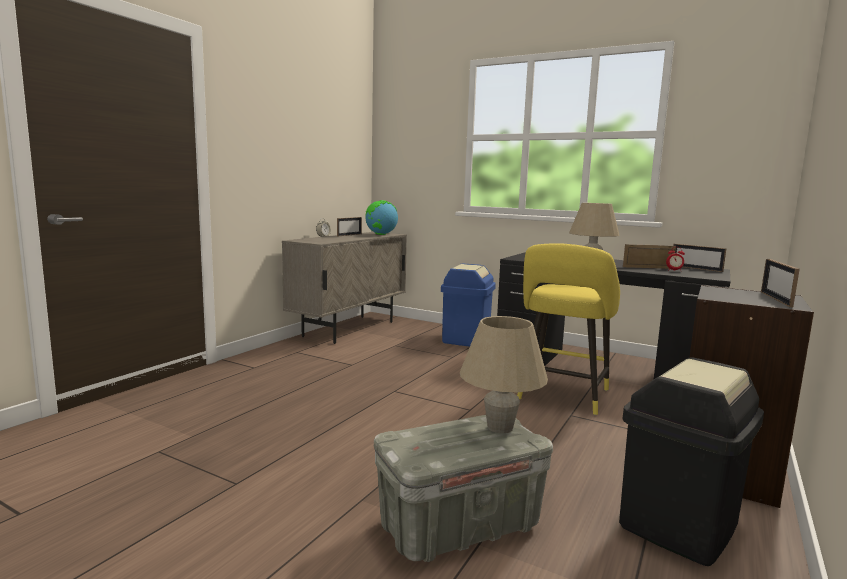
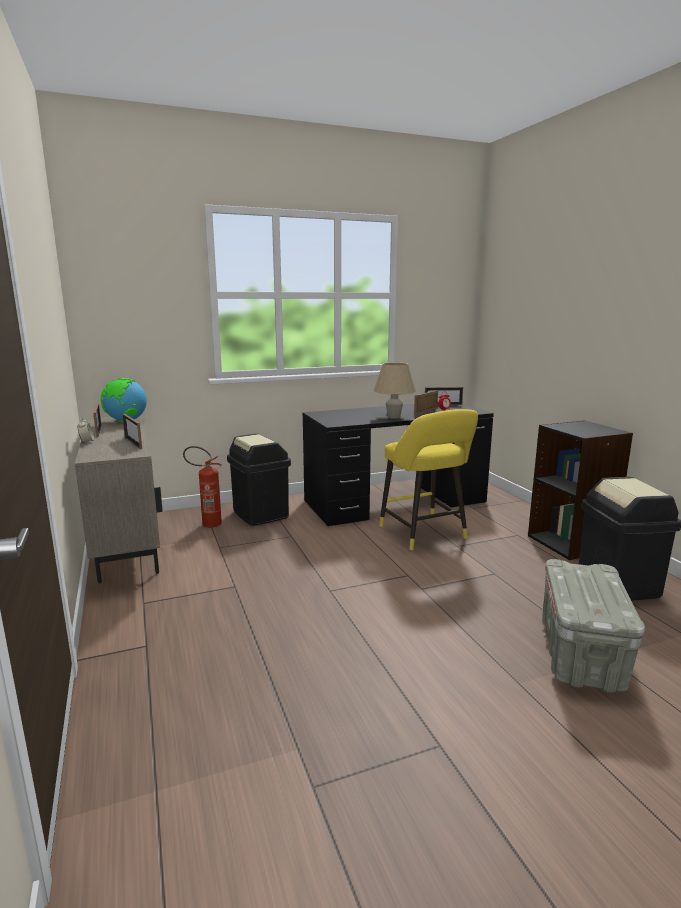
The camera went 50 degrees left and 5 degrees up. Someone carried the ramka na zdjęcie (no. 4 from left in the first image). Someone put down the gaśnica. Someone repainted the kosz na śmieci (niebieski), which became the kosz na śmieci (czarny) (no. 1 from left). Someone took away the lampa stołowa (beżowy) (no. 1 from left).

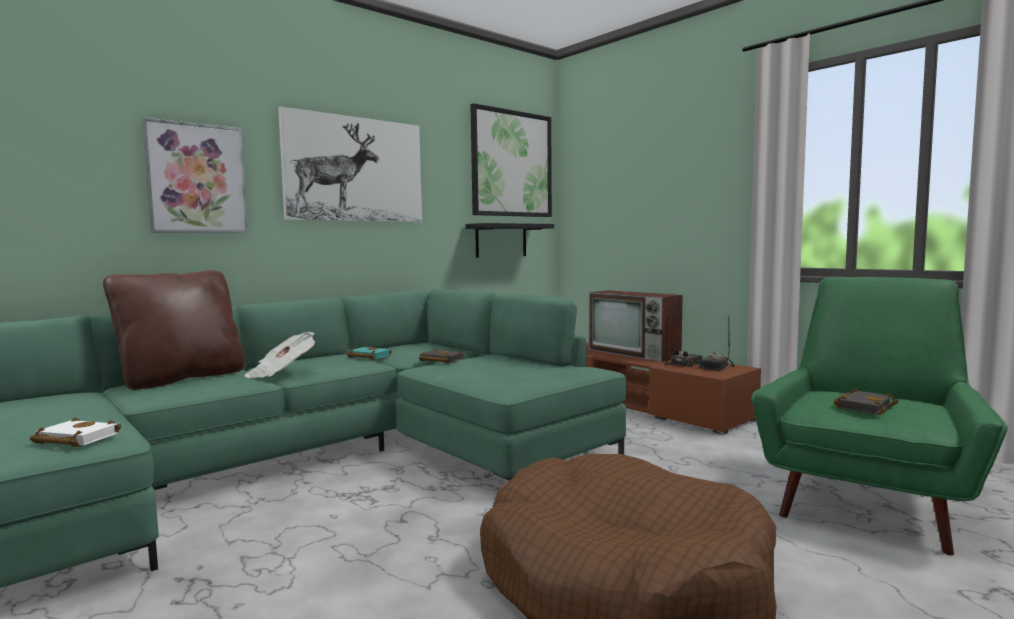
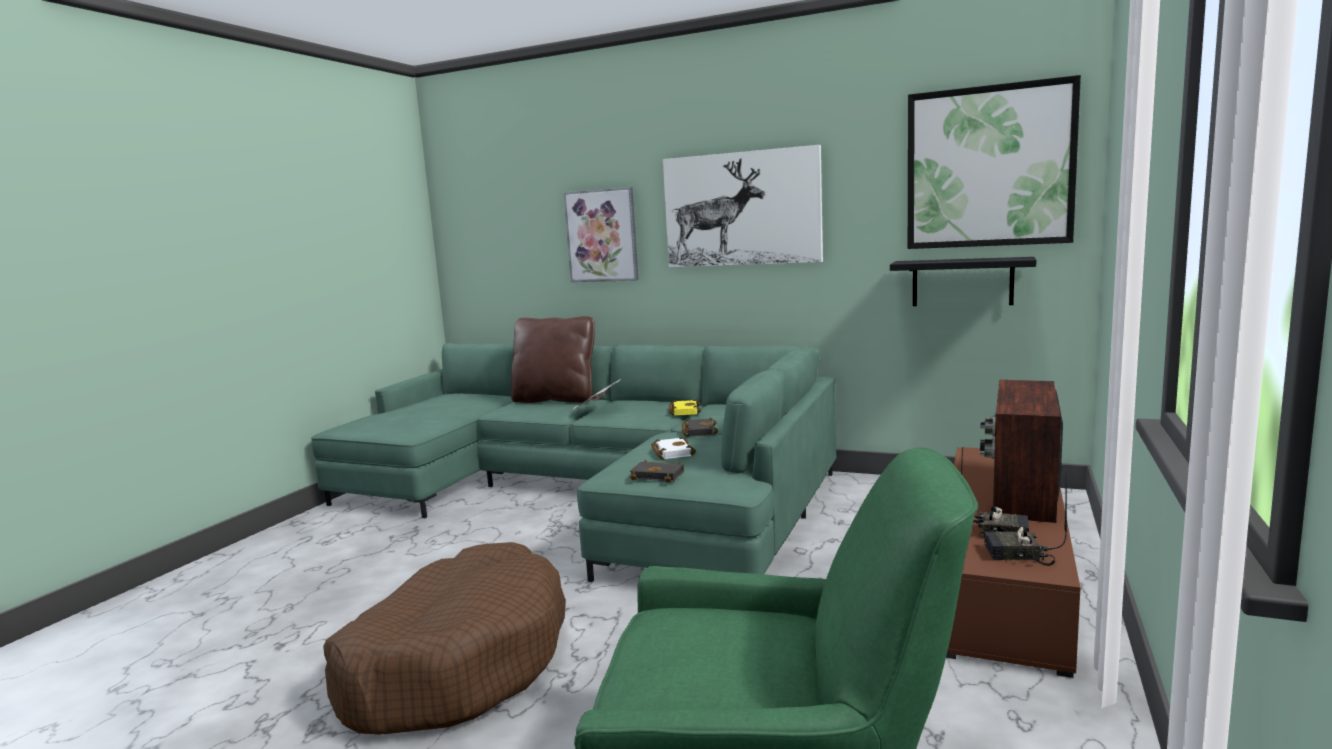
The camera went 65 degrees right and 5 degrees up. Someone carried the książka (czarny) (no. 2 from left in the first image). Someone carried the książka (biały). Someone repainted the książka (turkusowy), which became the książka (żółty).

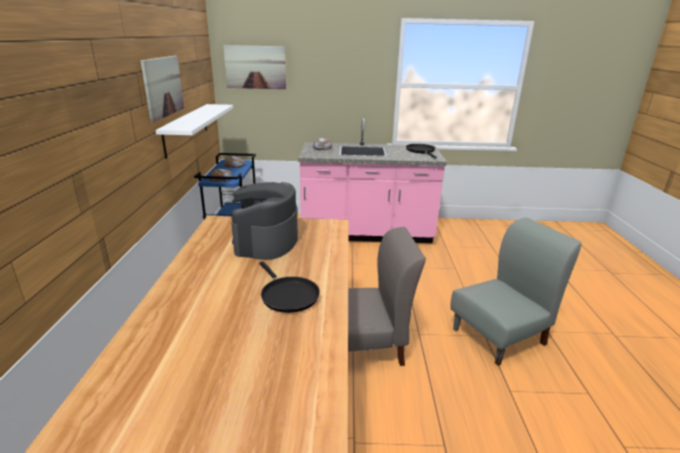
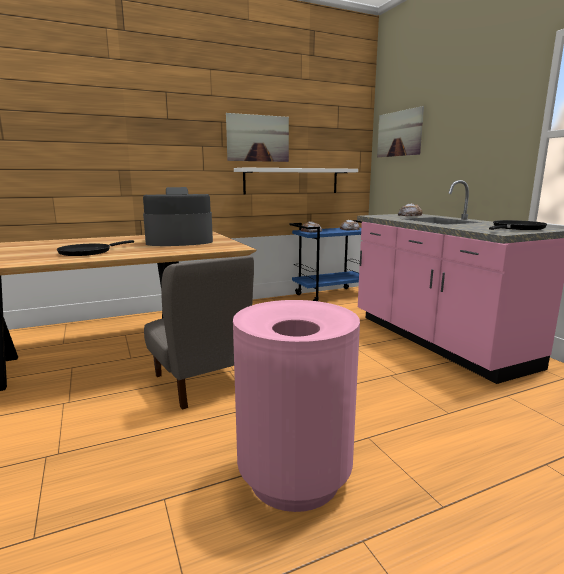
The camera went 65 degrees right and 10 degrees down. Someone swapped the krzesło (szary) (no. 2 from left) for the kosz na śmieci (różowy).

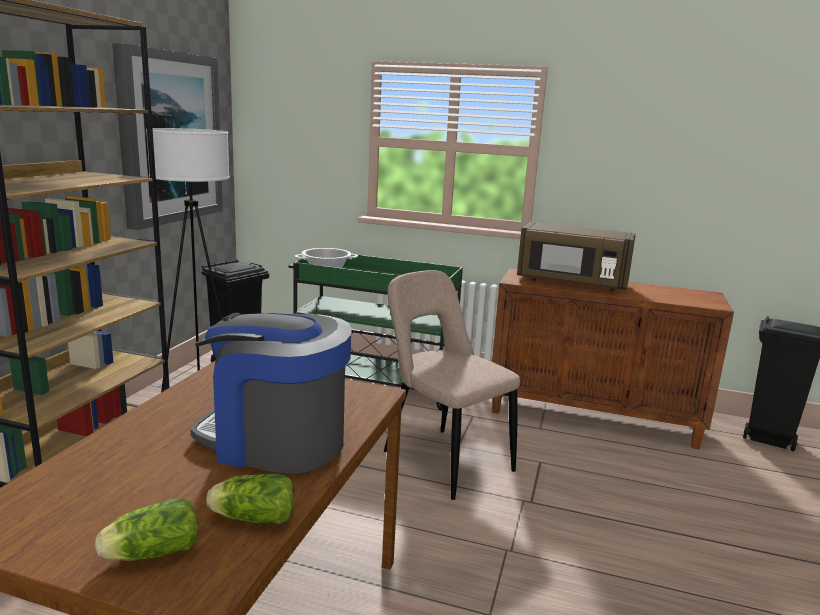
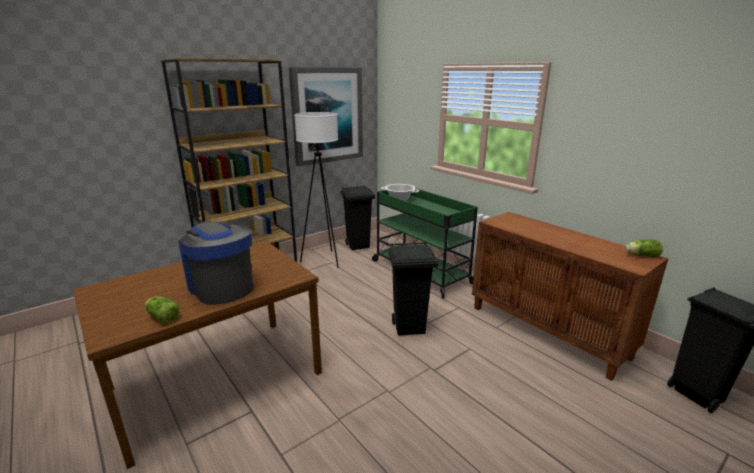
The camera went 35 degrees right and 5 degrees up. Someone swapped the krzesło (beżowy) for the kosz na śmieci (czarny) (no. 2 from left). Someone carried the sałata (no. 1 from left in the first image). Someone took away the mikrofalówka (brązowy).

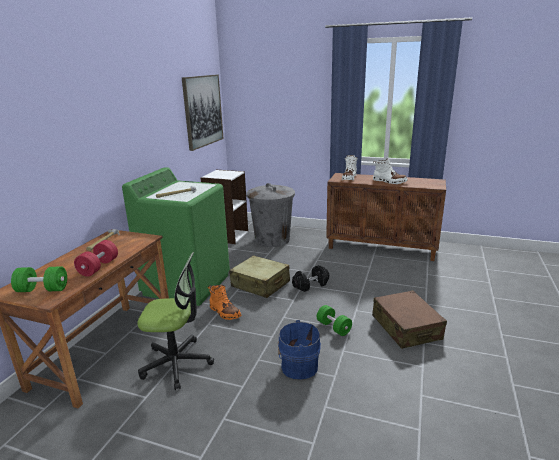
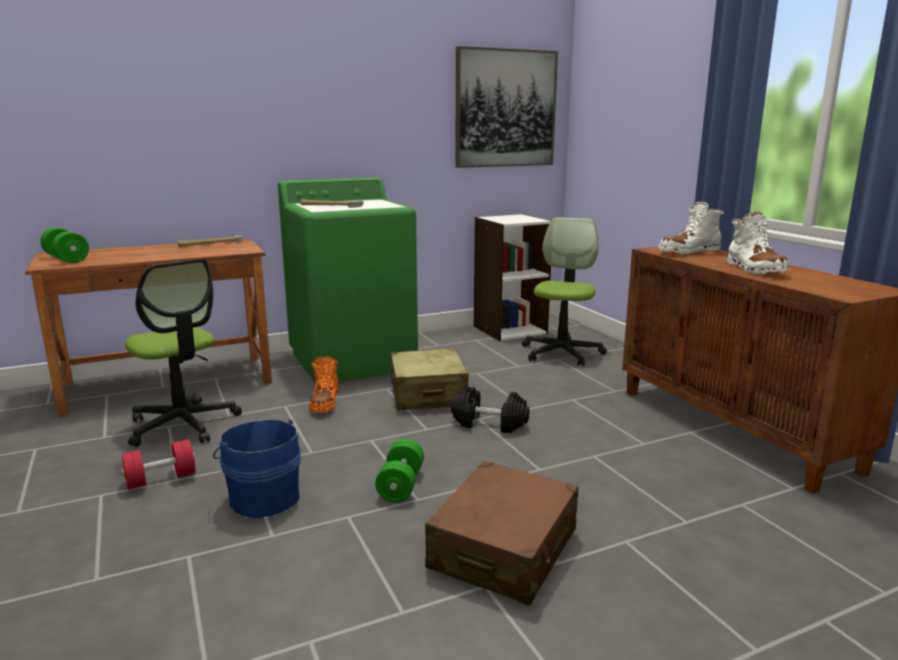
The camera went 45 degrees right and 5 degrees down. Someone carried the hantel (czerwony). Someone swapped the kosz na śmieci (szary) for the krzesło biurowe (no. 2 from left).

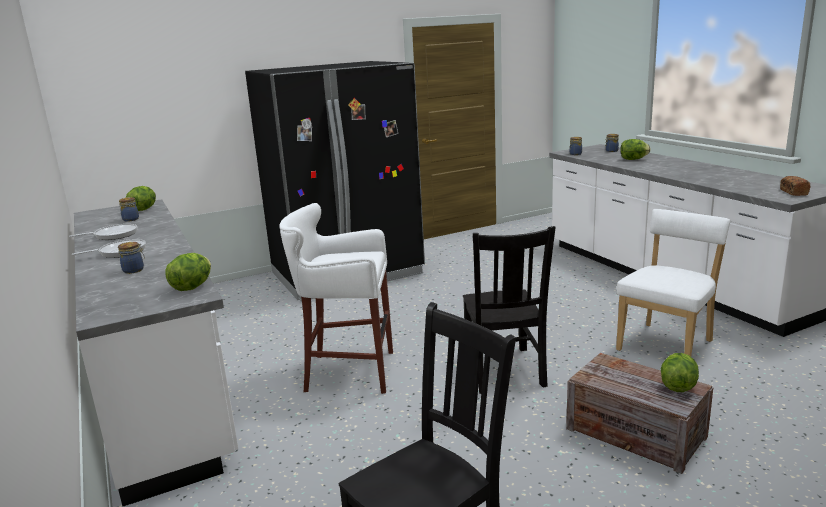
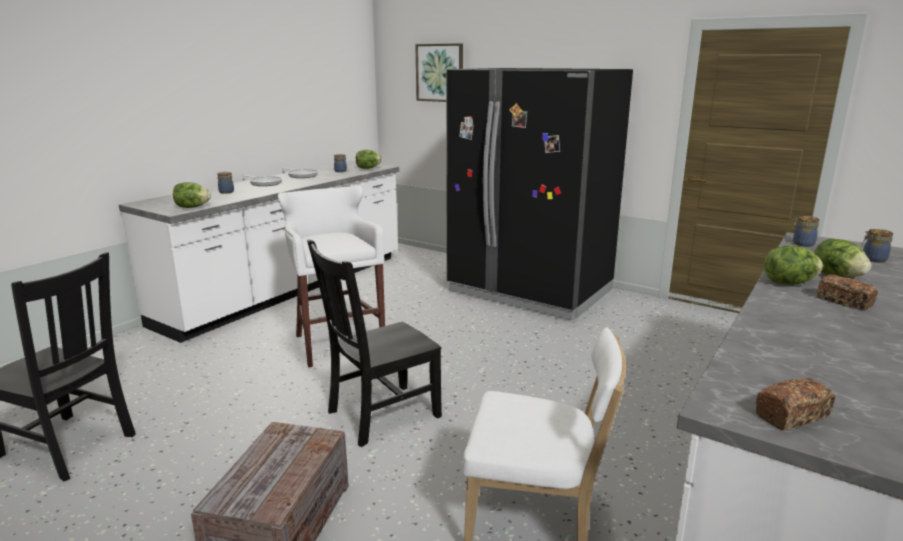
The camera went 60 degrees right and 0 degrees up. Someone put up the obraz. Someone carried the sałata (no. 4 from left in the first image). Someone put down the chleb (no. 2 from left).

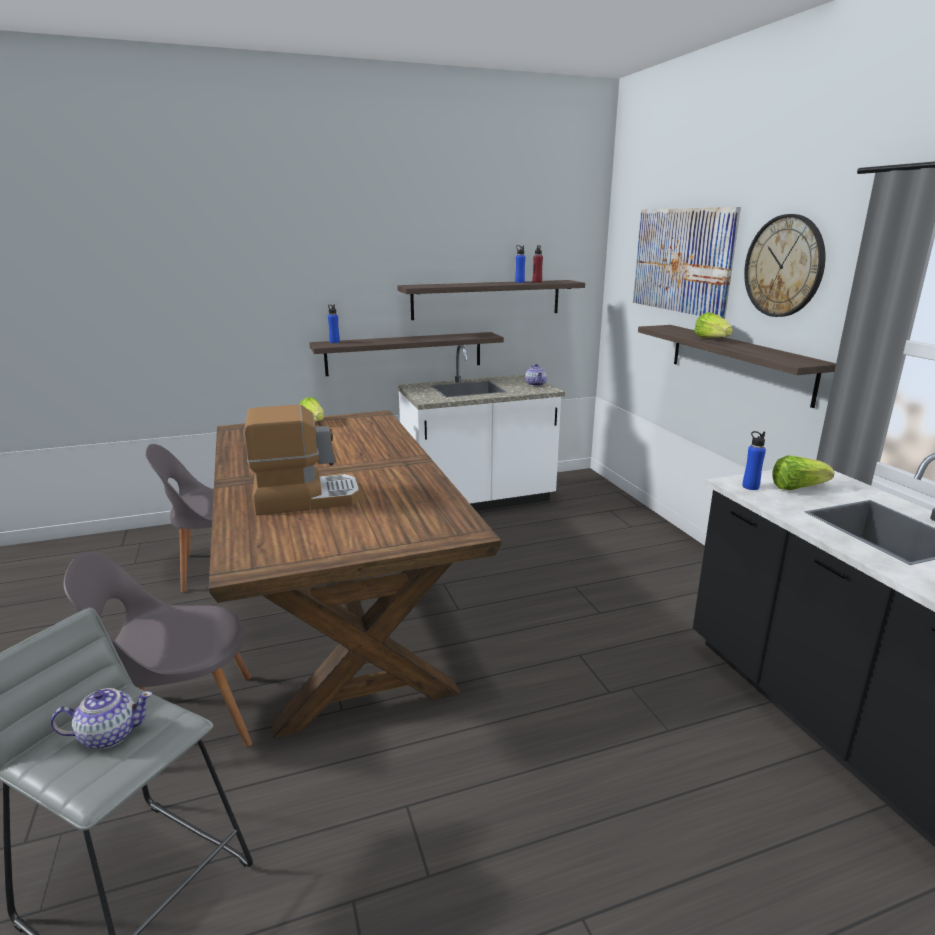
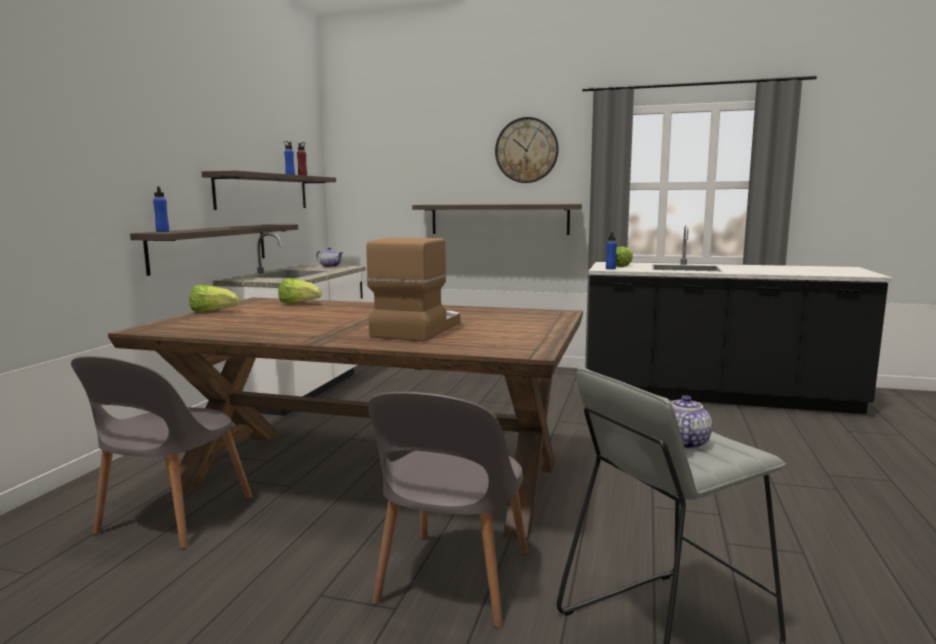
The camera went 55 degrees left and 10 degrees down. Someone carried the sałata (no. 2 from left). Someone took away the obraz.

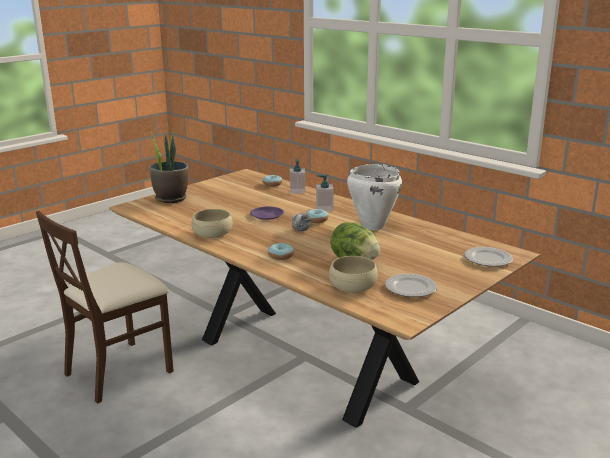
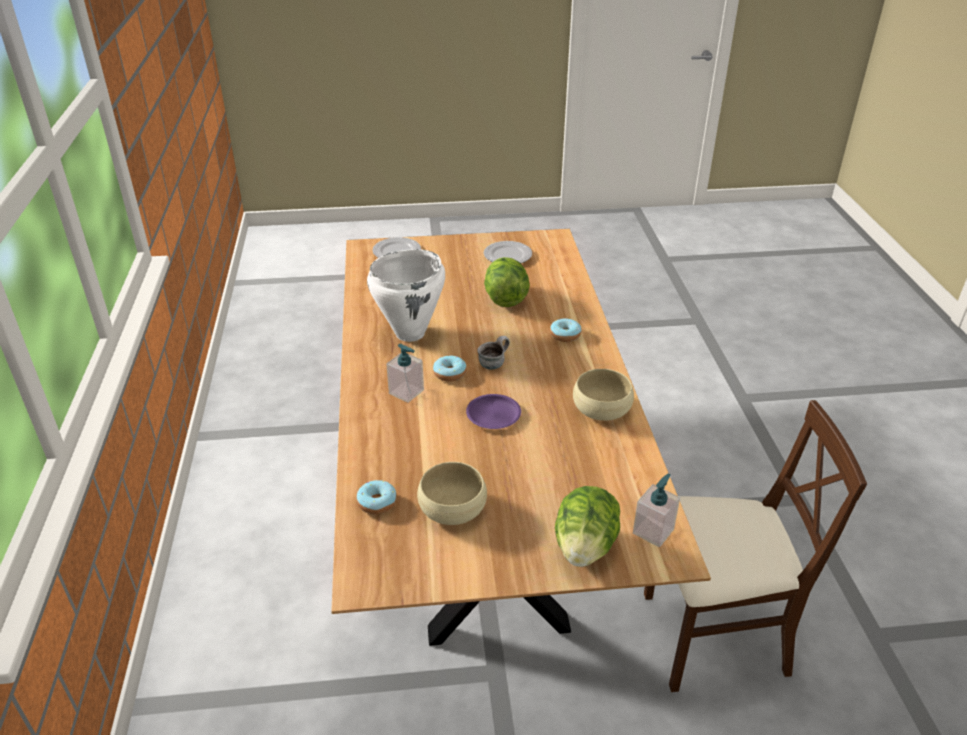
The camera went 140 degrees left and 15 degrees up. Someone carried the miska (beżowy) (no. 2 from left in the first image). Someone swapped the roślina doniczkowa for the sałata (no. 2 from left). Someone carried the dozownik mydła (no. 1 from left in the first image).

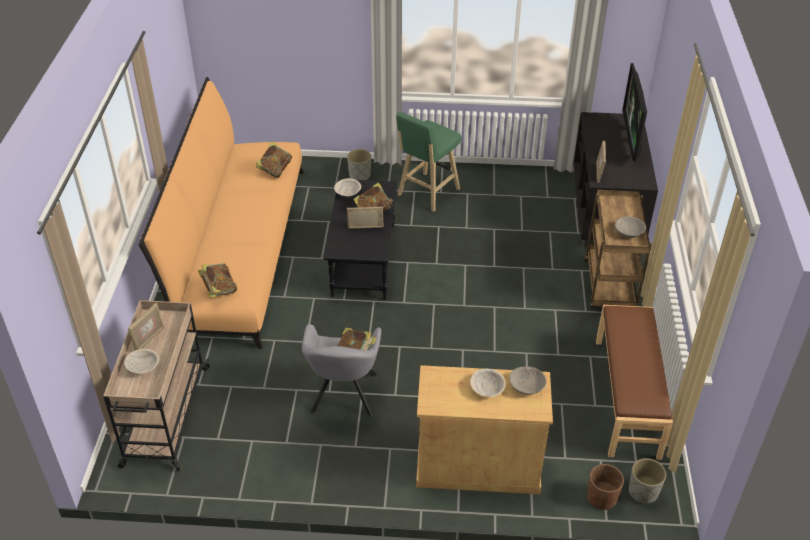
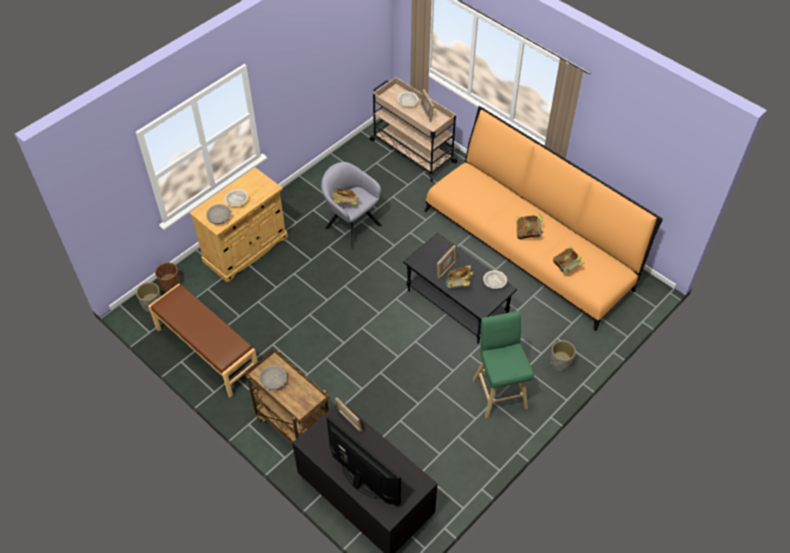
The camera went 130 degrees right and 10 degrees up. Someone carried the książka (no. 1 from left in the first image).

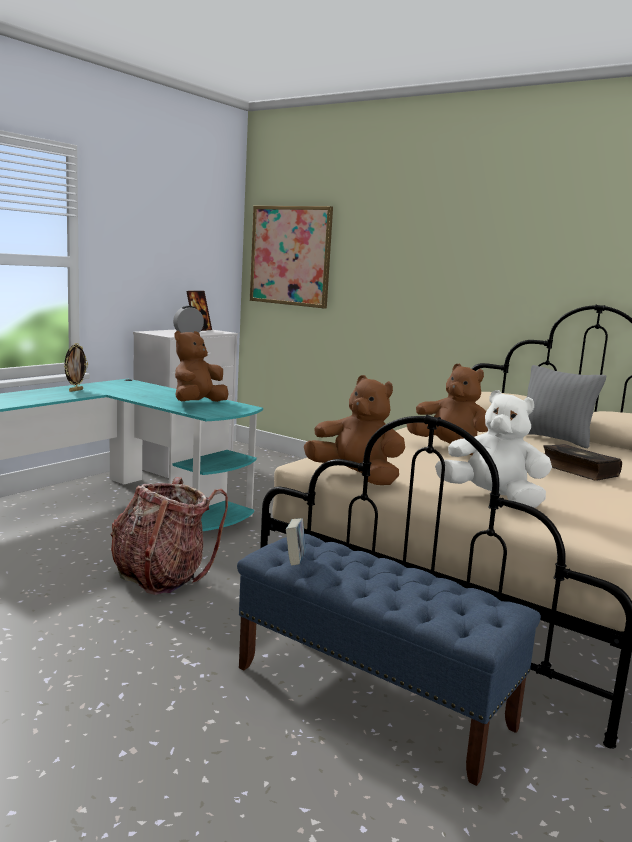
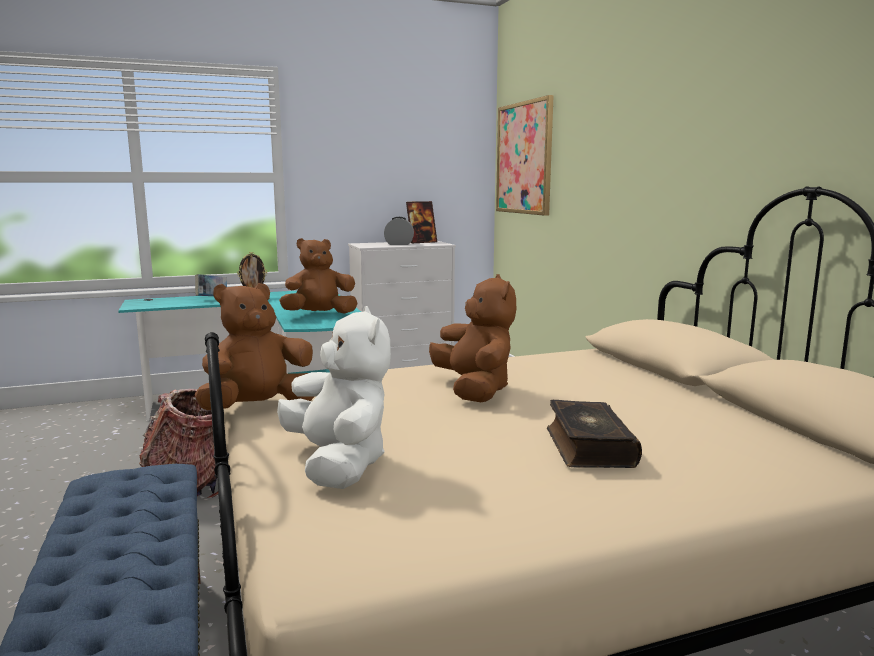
The camera went 35 degrees right and 0 degrees up. Someone carried the książka (no. 1 from left). Someone rotated the pluszak (brązowy) (no. 2 from left in the first image) by 105 degrees counterclockwise. Someone took away the poduszka (szary).

